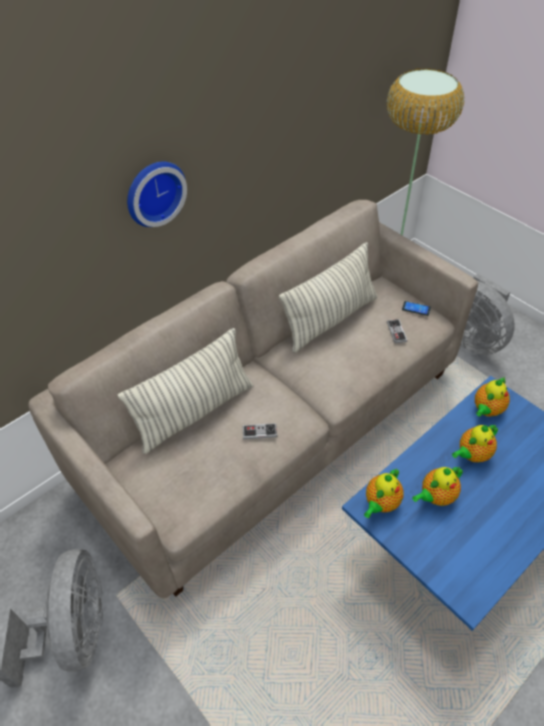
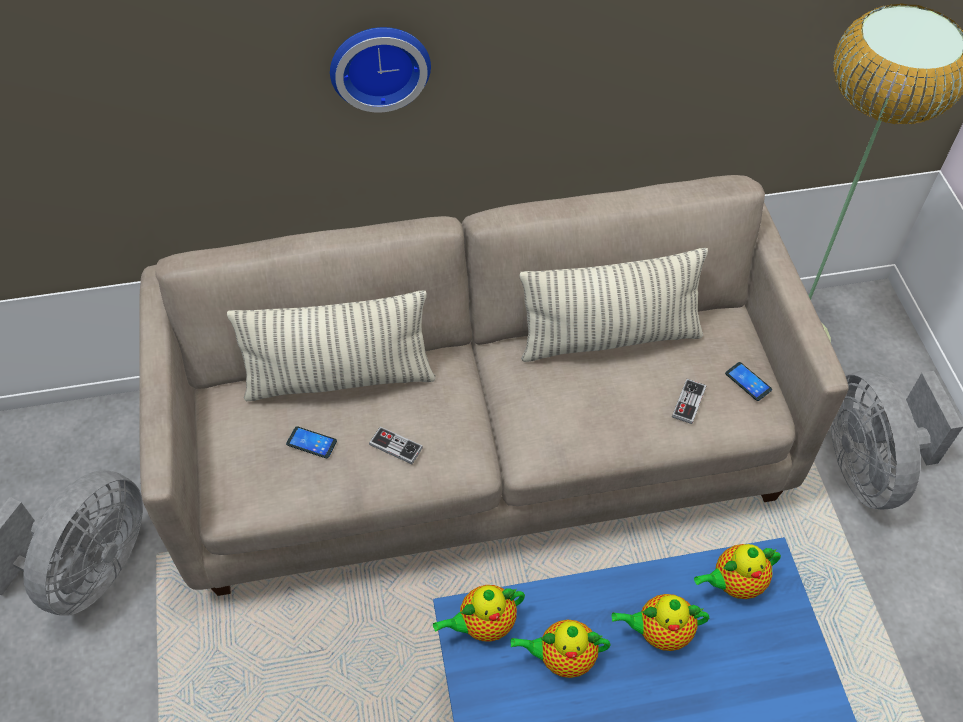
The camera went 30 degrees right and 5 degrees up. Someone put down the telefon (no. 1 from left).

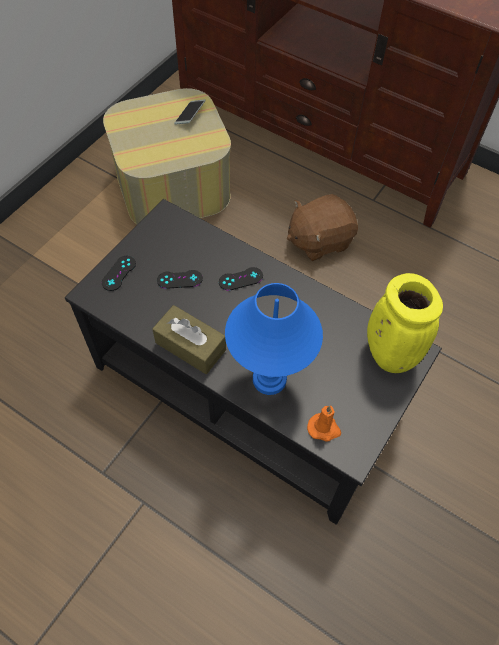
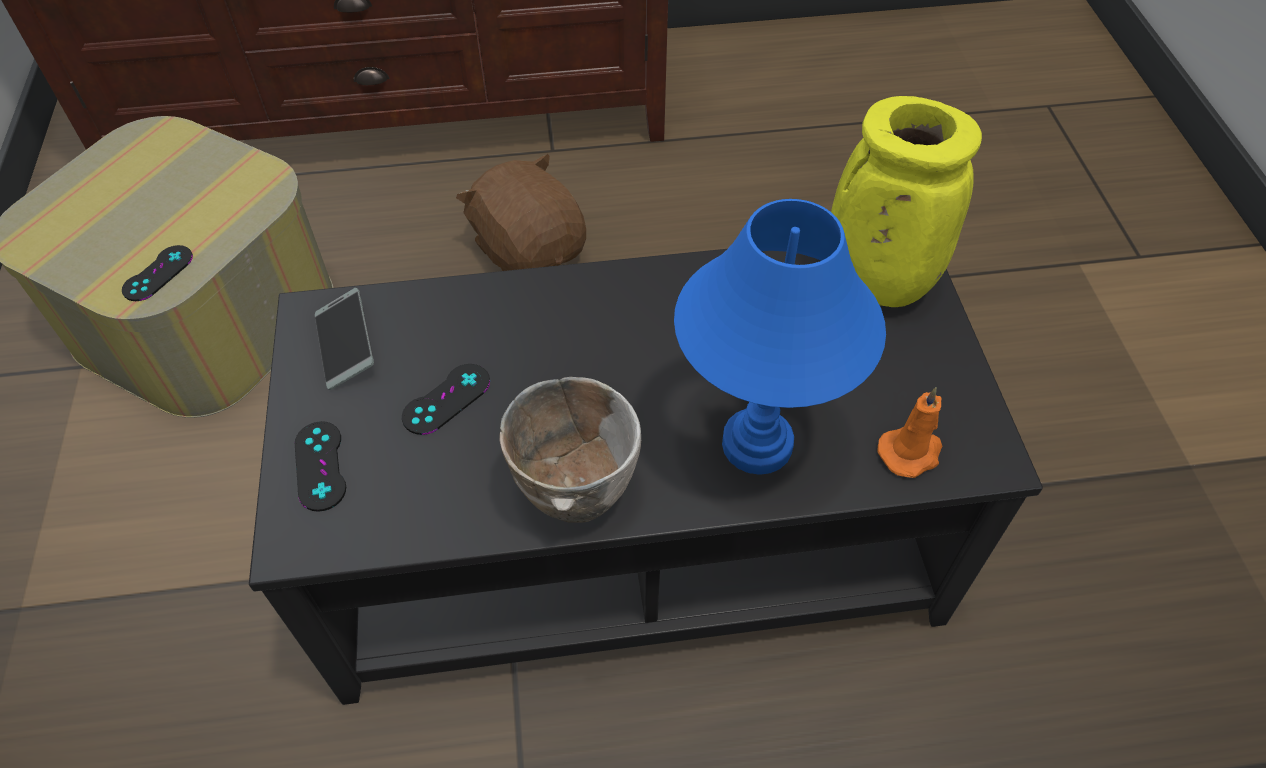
The camera went 40 degrees left and 5 degrees down. Someone carried the pad do gier (czarny) (no. 3 from left in the first image). Someone carried the telefon. Someone rotated the pluszak (brązowy) by 120 degrees clockwise. Someone swapped the pudełko chusteczek (brązowy) for the miska.

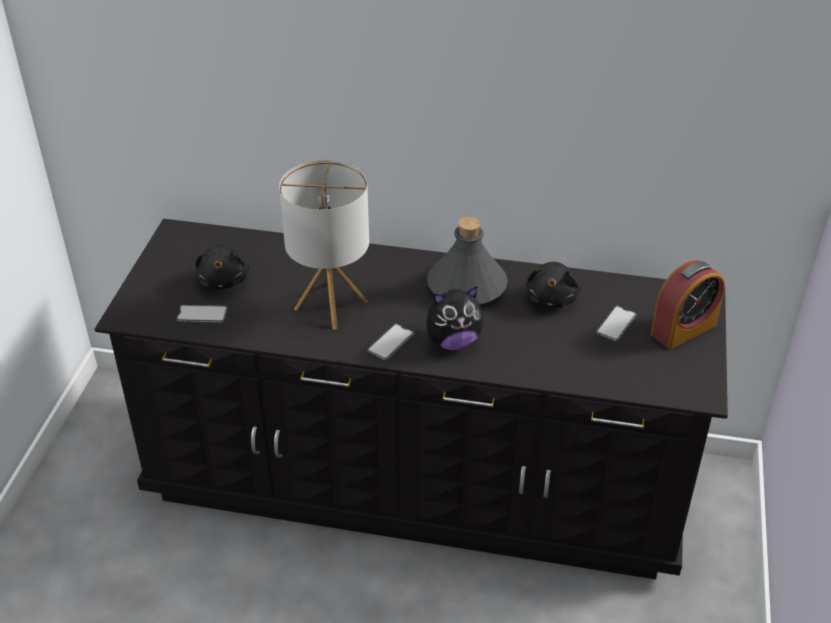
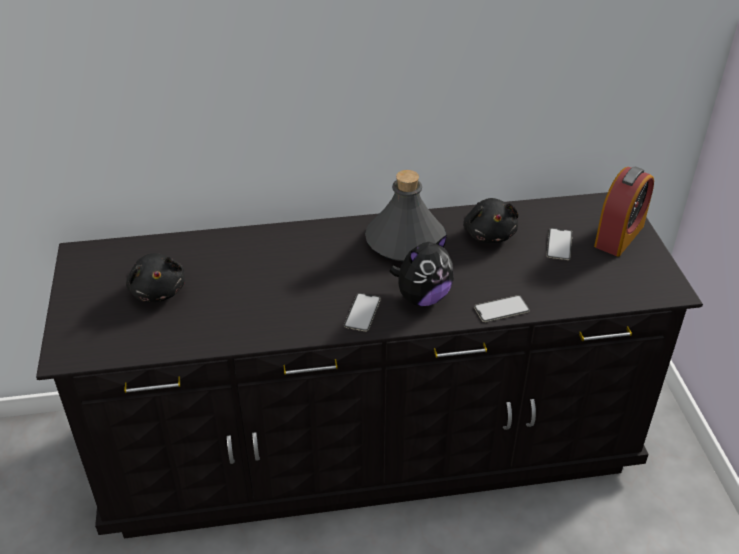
The camera went 20 degrees left and 0 degrees up. Someone carried the telefon (no. 1 from left in the first image). Someone took away the lampa stołowa.

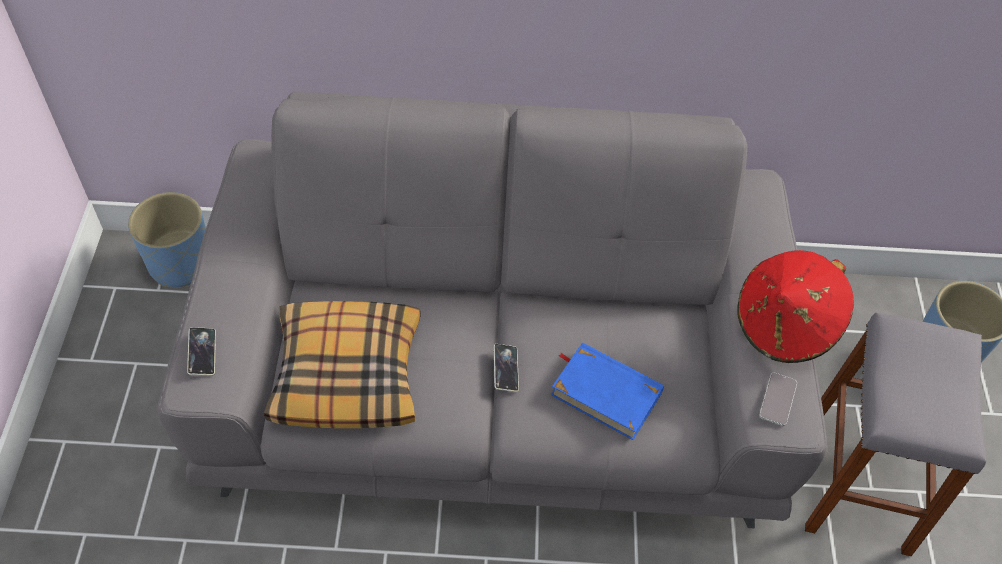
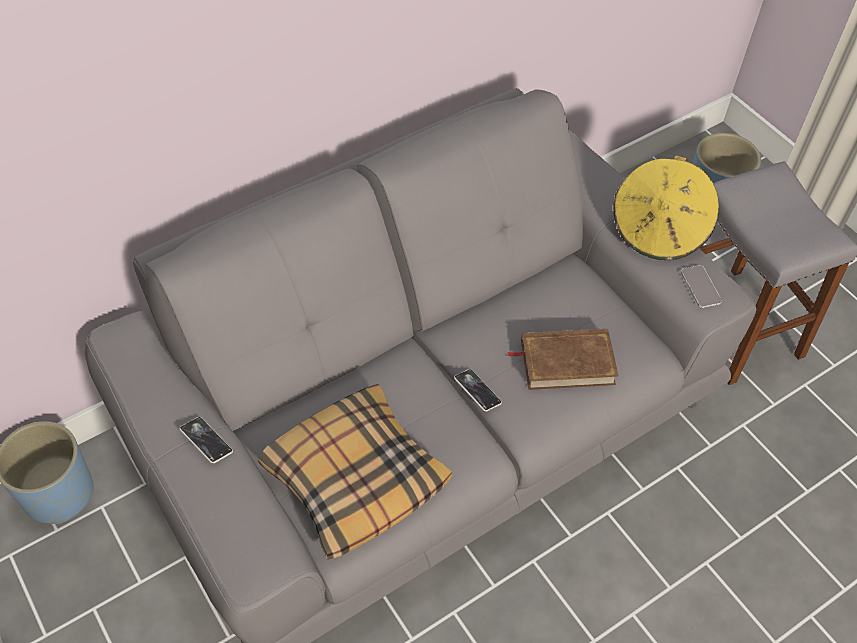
The camera went 35 degrees left and 0 degrees up. Someone carried the telefon (no. 1 from left). Someone repainted the książka (niebieski), which became the książka (brązowy). Someone repainted the kapelusz (czerwony), which became the kapelusz (żółty).

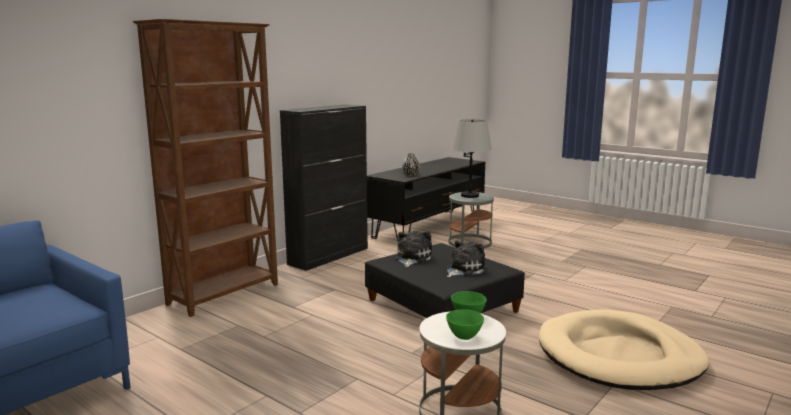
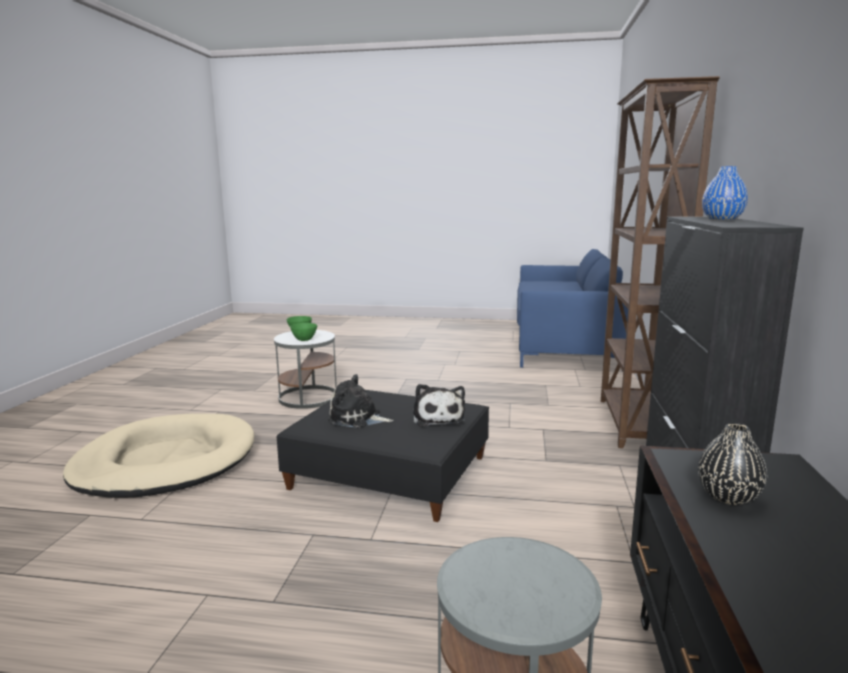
The camera went 150 degrees right and 0 degrees up. Someone rotated the pluszak (no. 2 from left in the first image) by 90 degrees clockwise. Someone put down the wazon (niebieski). Someone took away the lampa stołowa (szary).

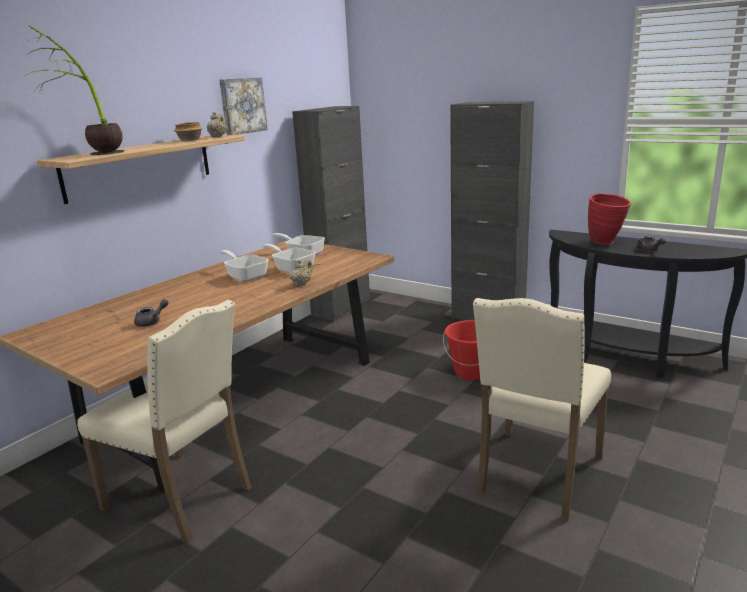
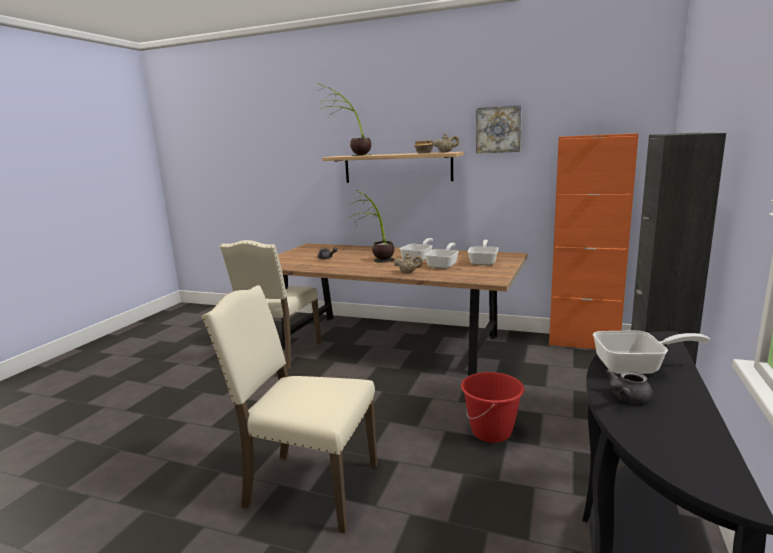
The camera went 75 degrees right and 5 degrees down. Someone put down the roślina doniczkowa (no. 2 from left). Someone repainted the szafka (czarny) (no. 1 from left), which became the szafka (pomarańczowy). Someone swapped the wazon (czerwony) for the patelnia (no. 4 from left).

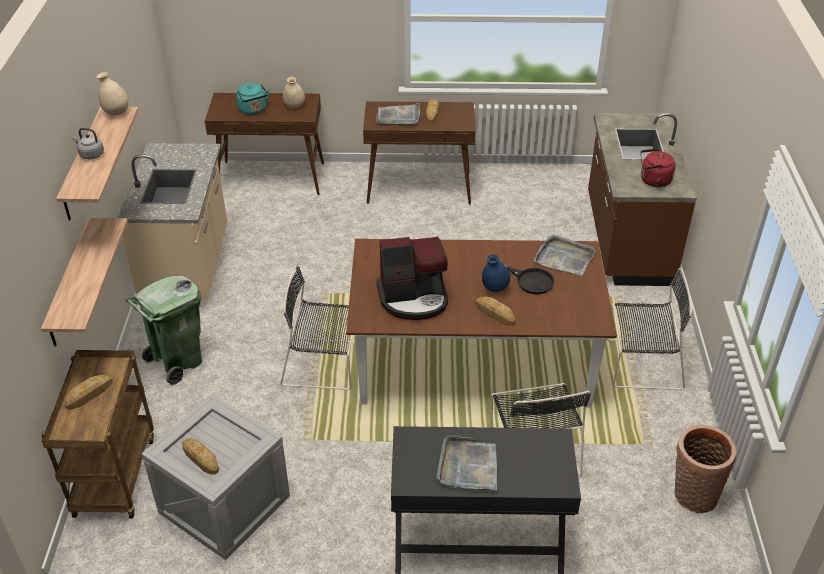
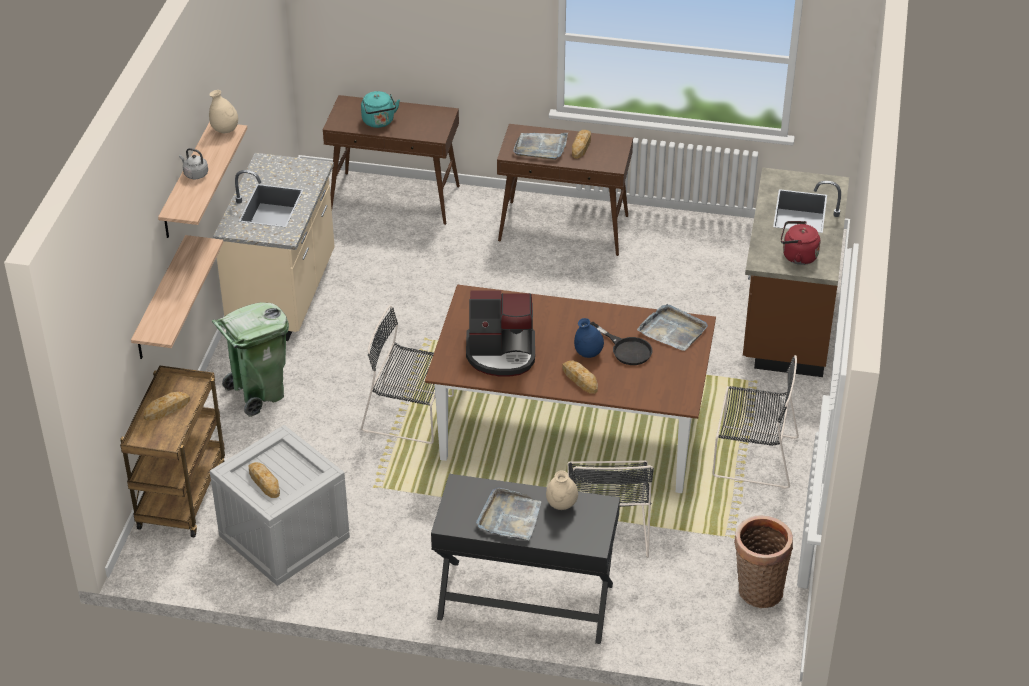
The camera went 10 degrees right and 0 degrees up. Someone carried the wazon (beżowy) (no. 2 from left).

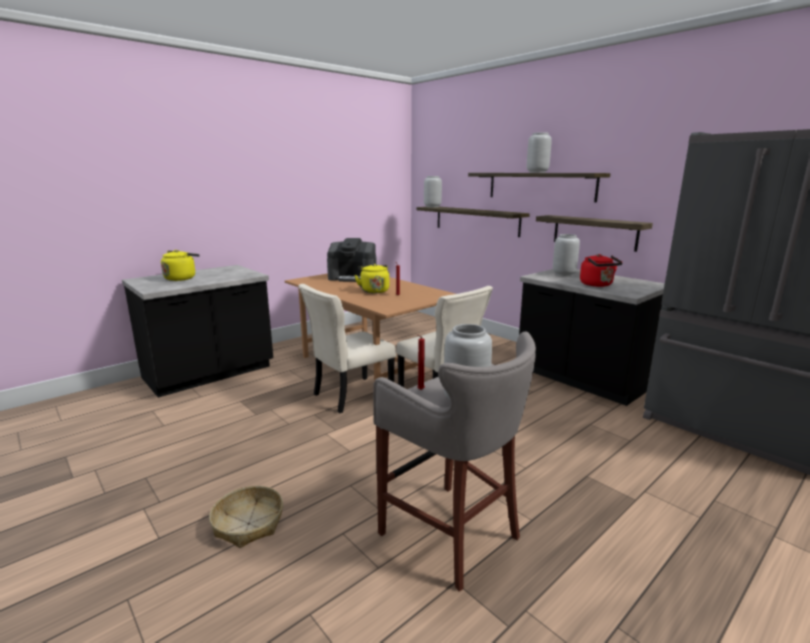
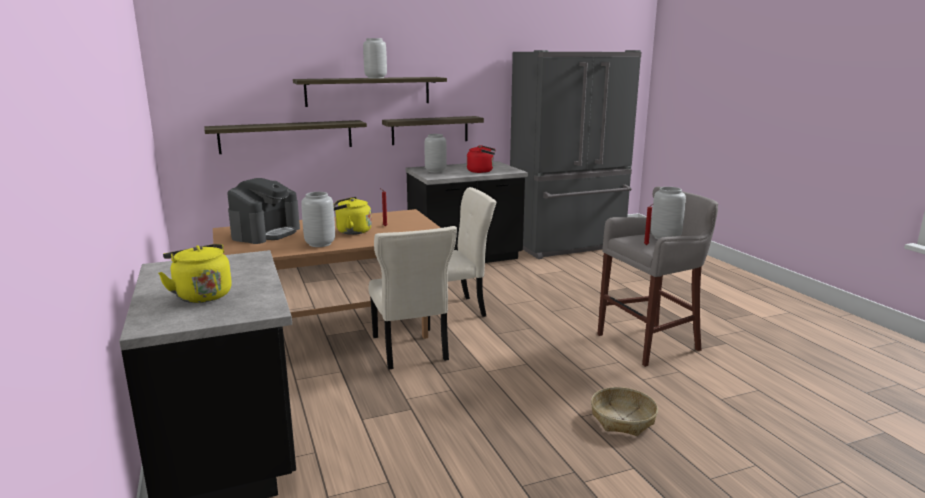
The camera went 70 degrees left and 0 degrees up. Someone carried the wazon (szary) (no. 1 from left).

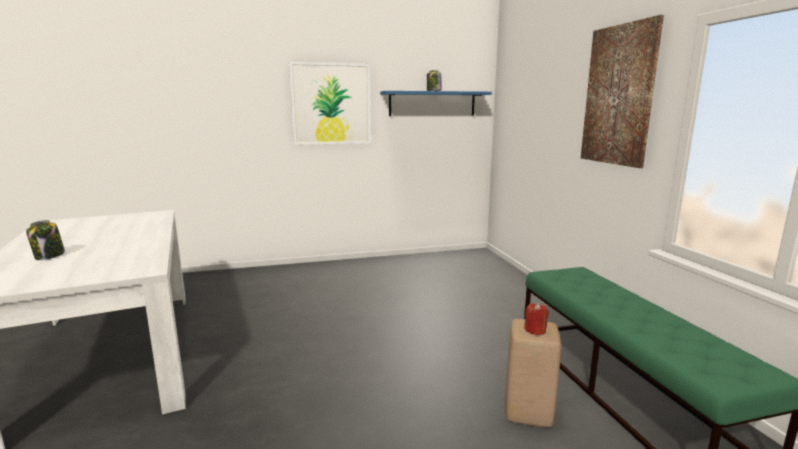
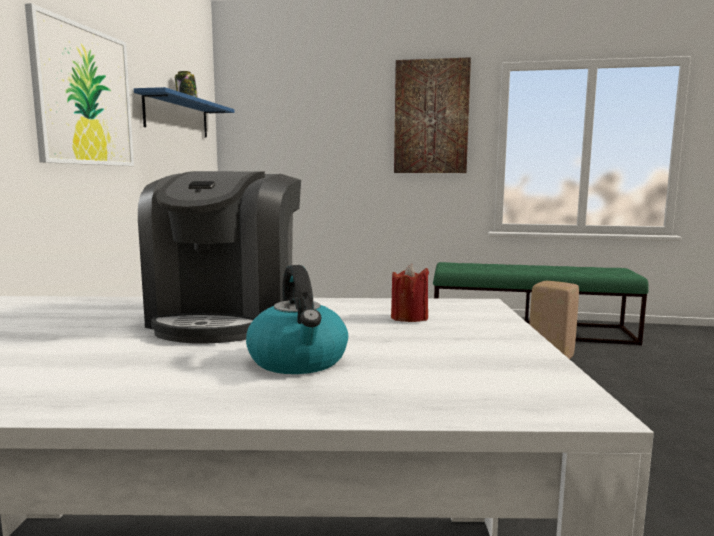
The camera went 65 degrees left and 5 degrees down. Someone put down the ekspres do kawy. Someone swapped the słoik (no. 1 from left) for the czajnik. Someone carried the świeca (czerwony).

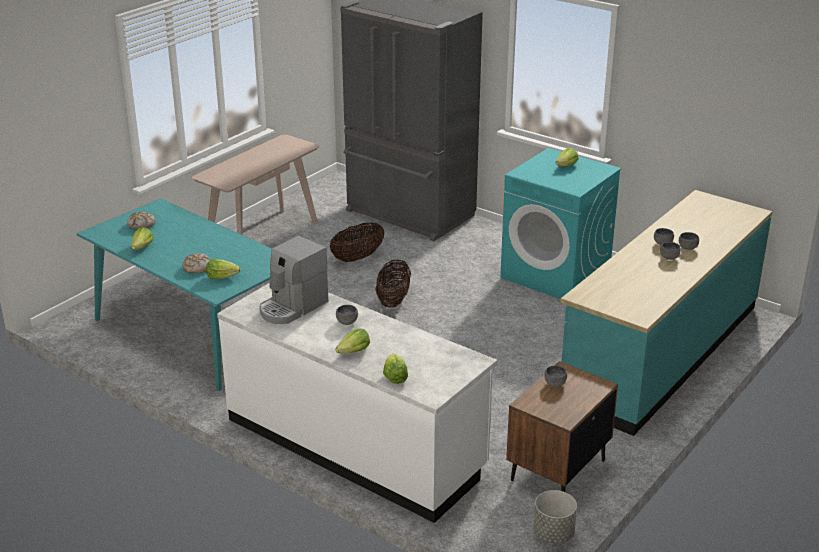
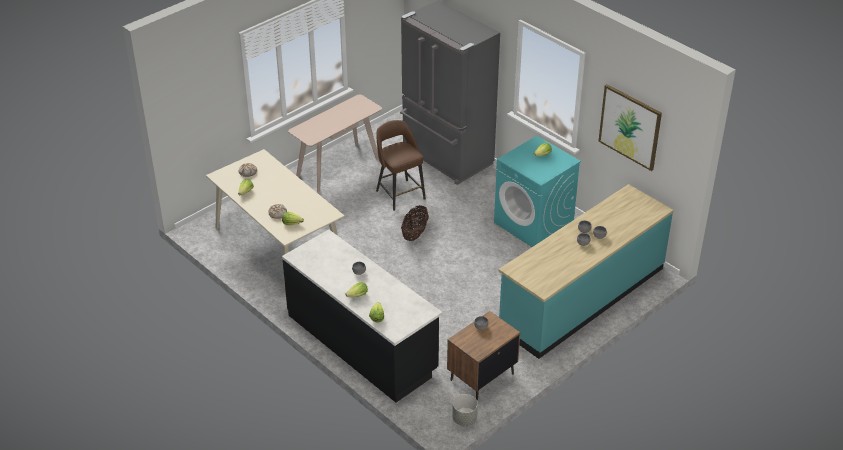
The camera went 10 degrees right and 10 degrees up. Someone repainted the stół jadalny (turkusowy), which became the stół jadalny (beżowy). Someone repainted the zabudowa kuchenna (biały), which became the zabudowa kuchenna (czarny). Someone swapped the koszyk (no. 1 from left) for the stołek (brązowy). Someone put up the obraz. Someone took away the ekspres do kawy.

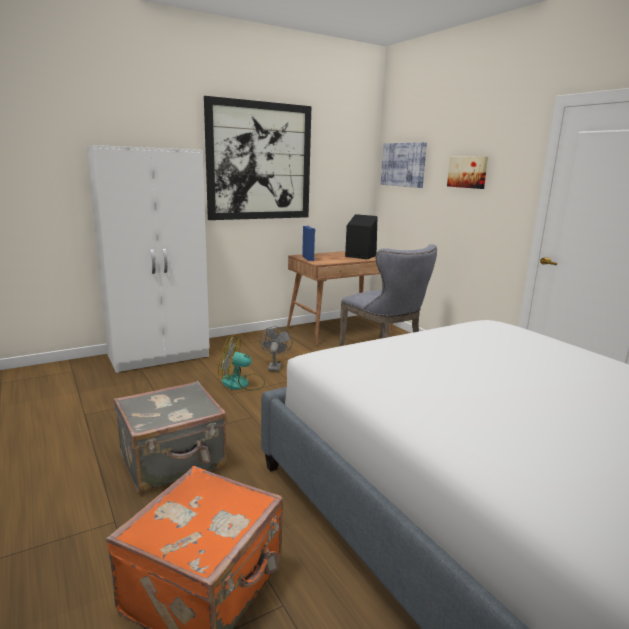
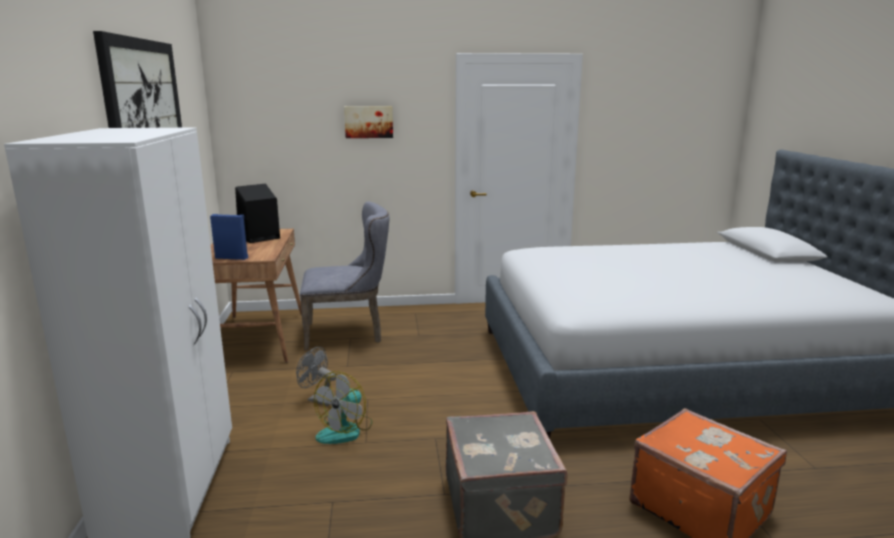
The camera went 65 degrees left and 0 degrees up. Someone took away the obraz (no. 2 from left).

